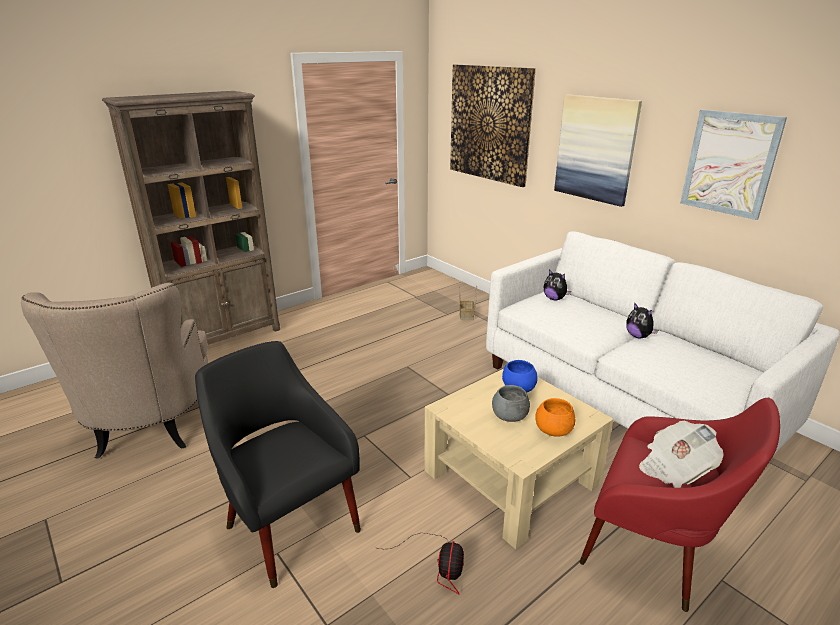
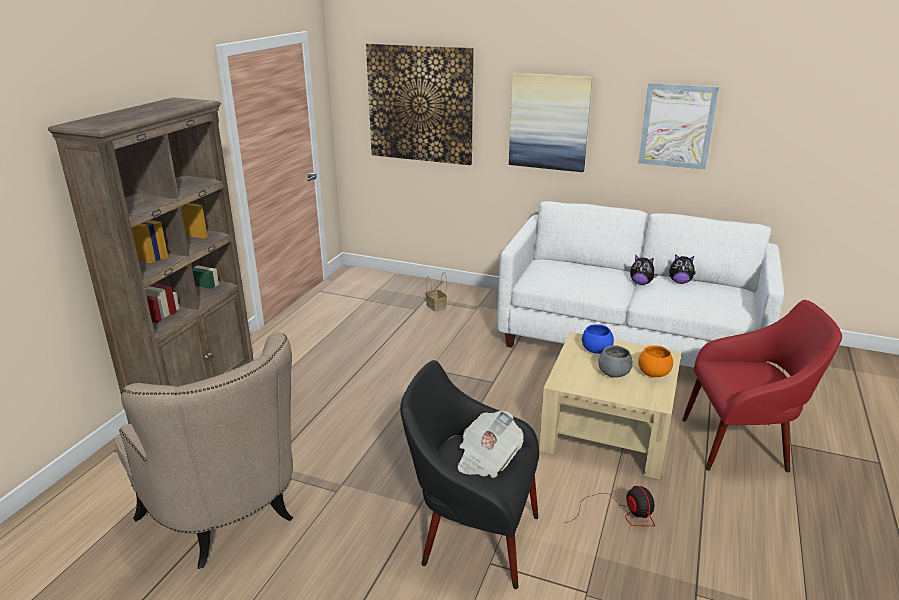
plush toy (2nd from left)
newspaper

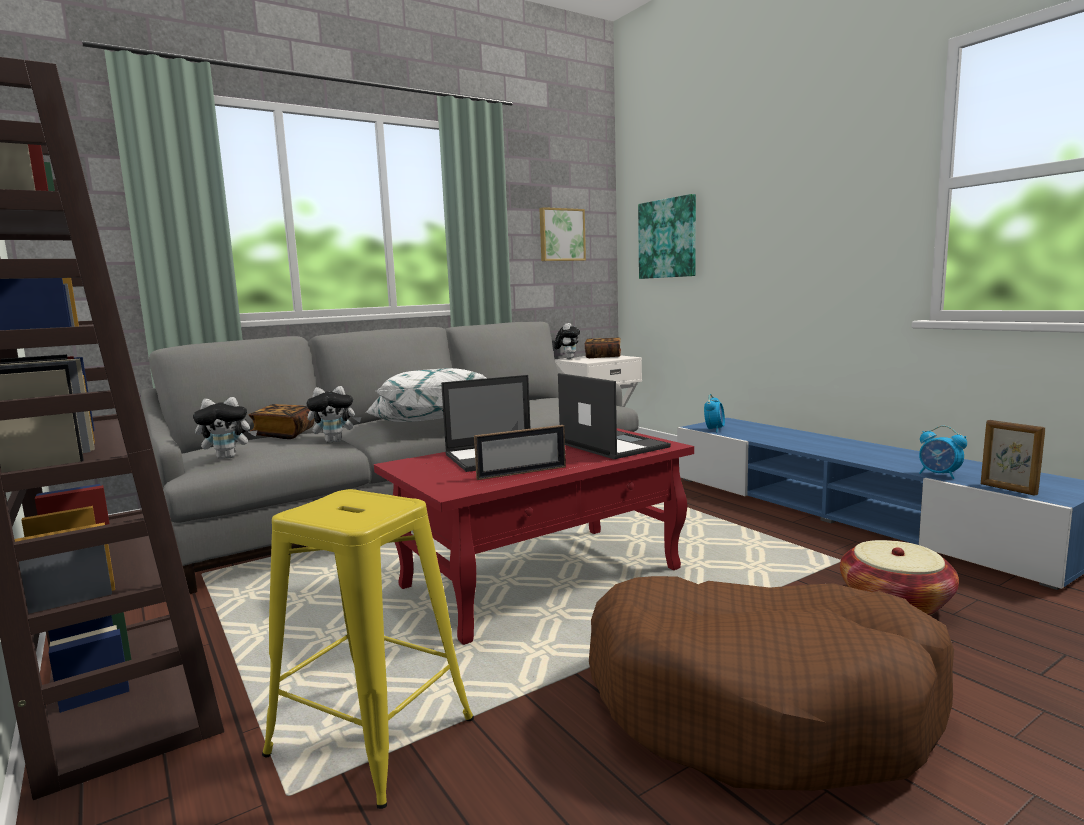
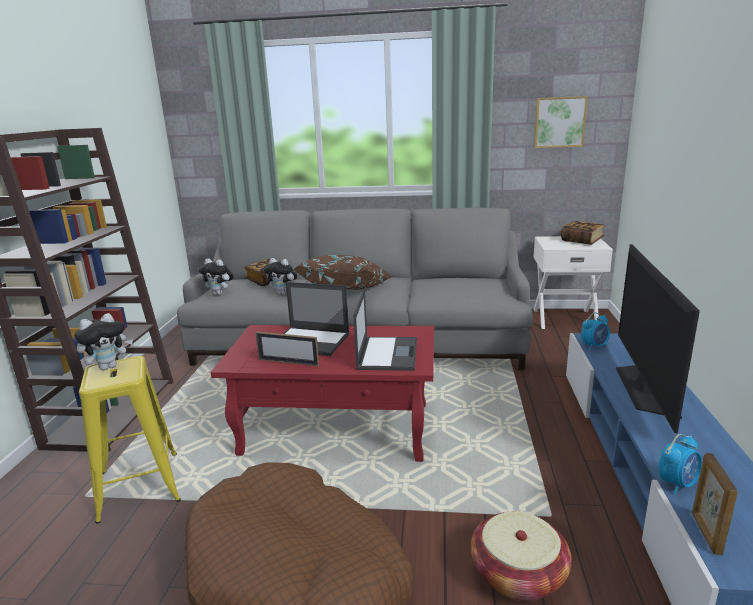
brown-coloured cushion
plush toy (1st from left)
wall picture (2nd from left in the first image)
alarm clock (2nd from left)
television

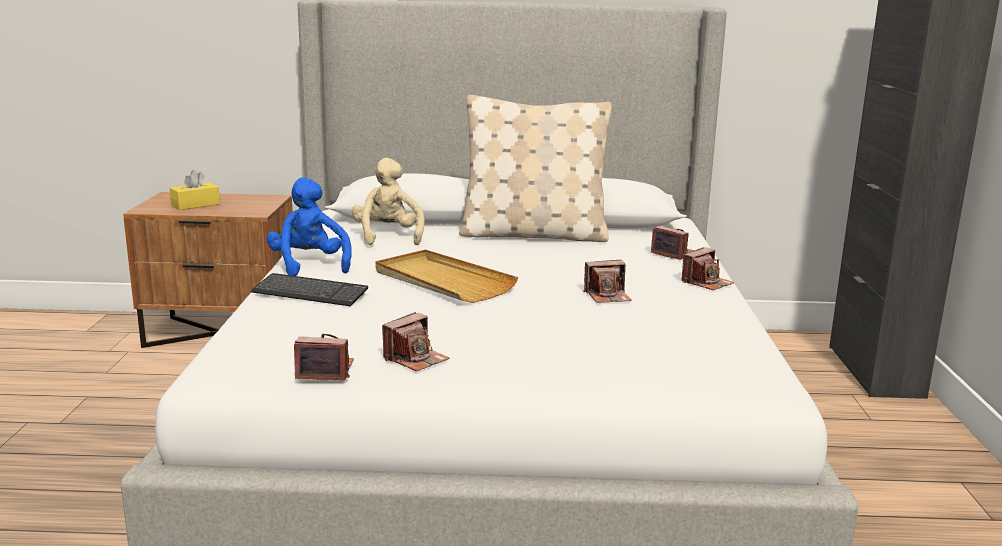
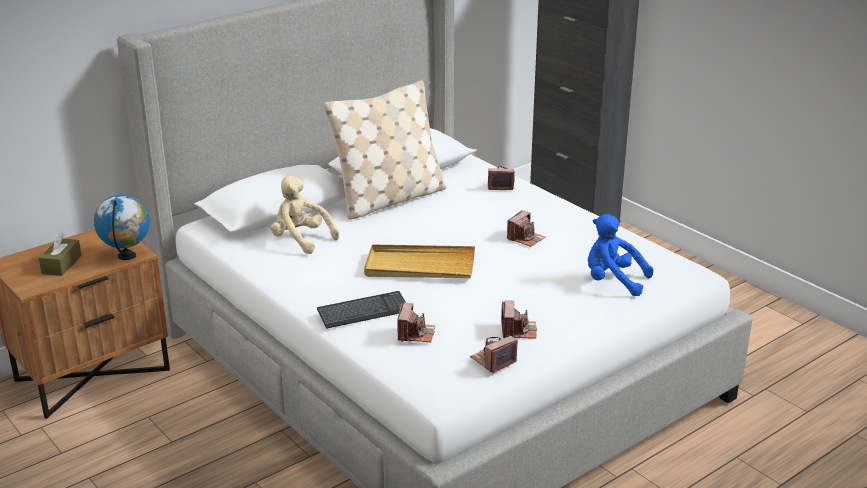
brown-coloured tissue box
blue-coloured plush toy
still camera (1st from left)
globe

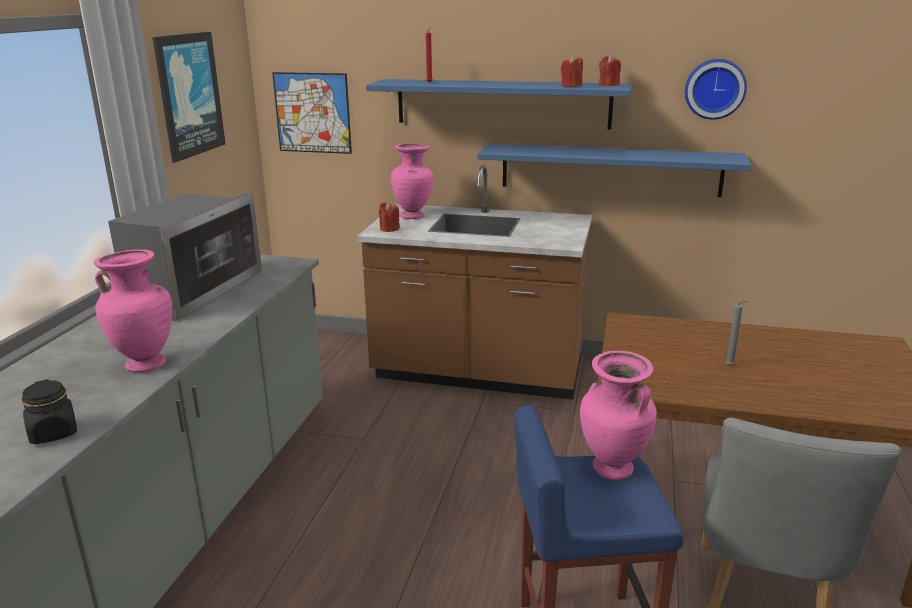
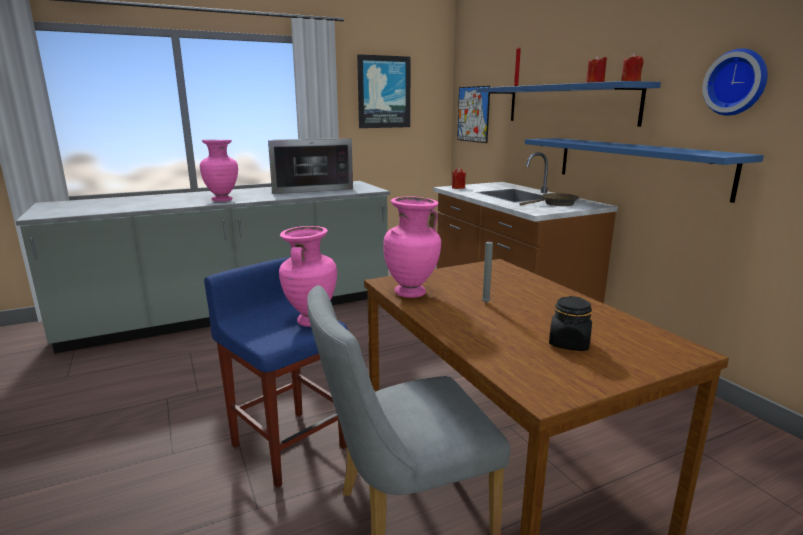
black-coloured preserve jar
pink flower vase (3rd from left)
brown-coloured frying pan

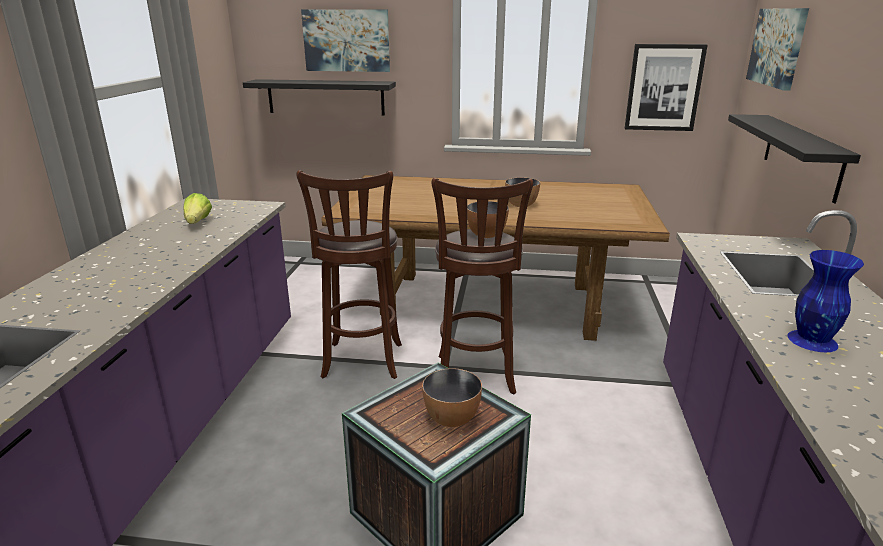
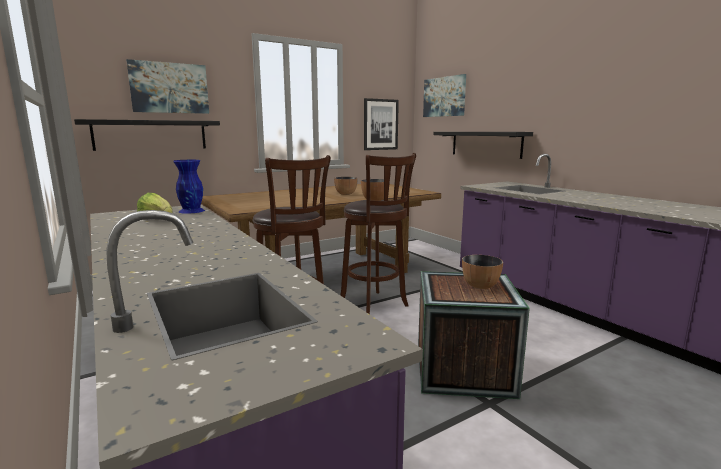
blue-coloured flower vase

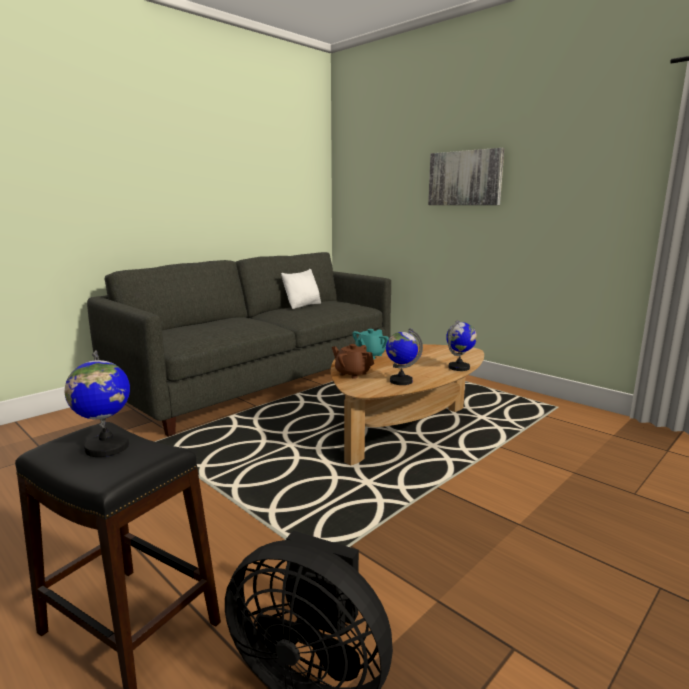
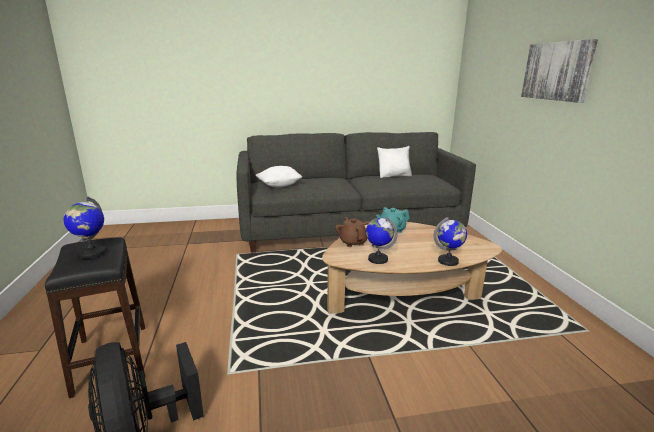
white-coloured cushion (1st from left)

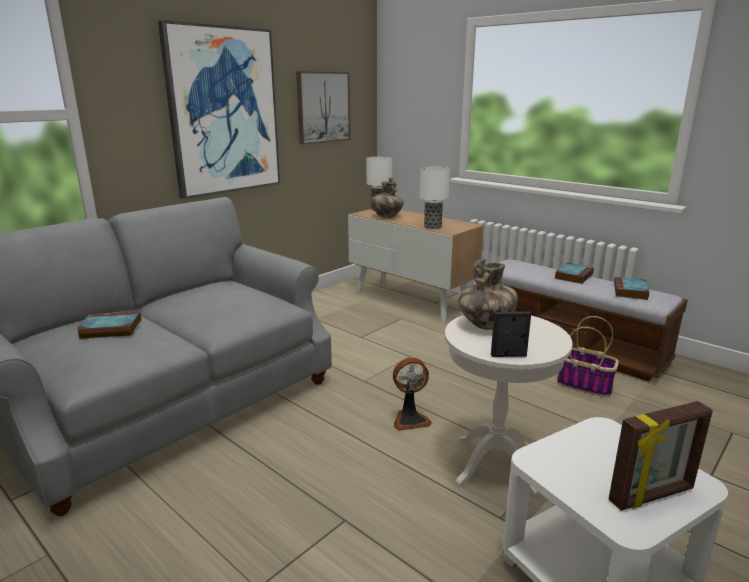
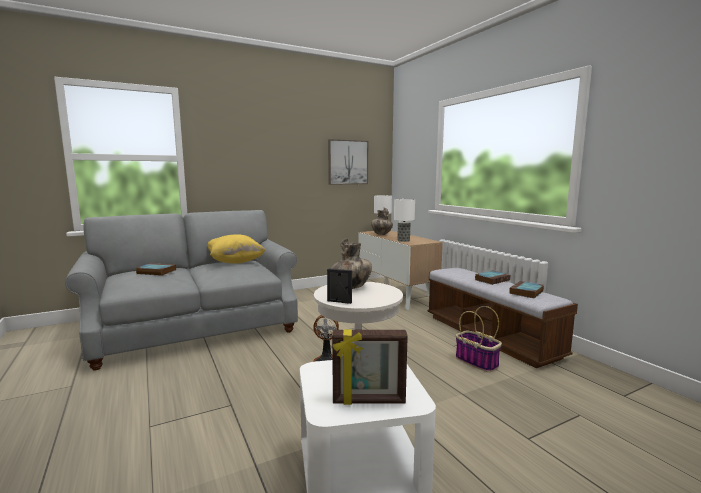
wall picture (1st from left in the first image)
yellow-coloured cushion

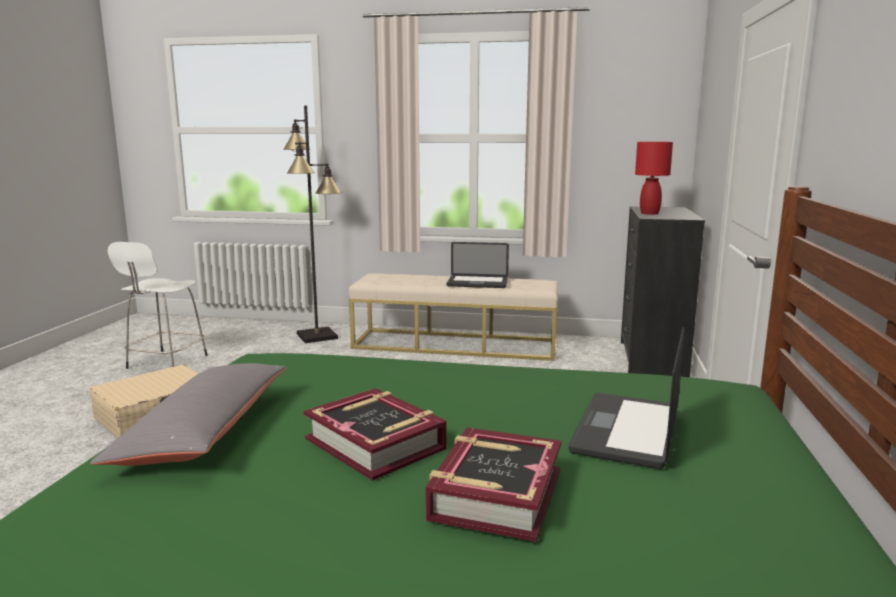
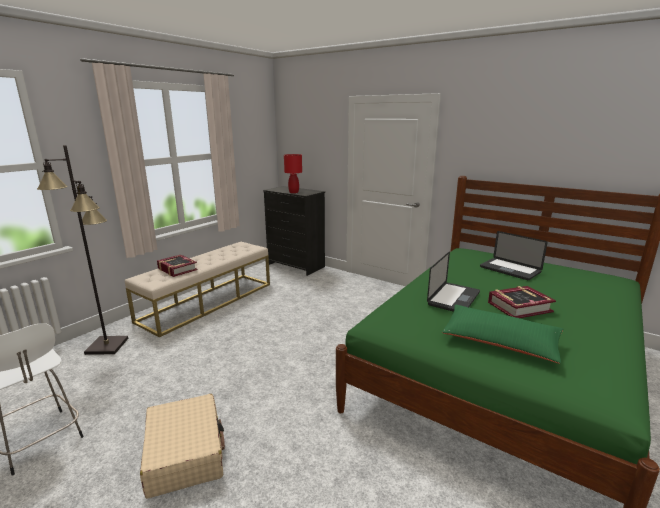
green-coloured cushion
volume (1st from left)
notebook computer (1st from left)

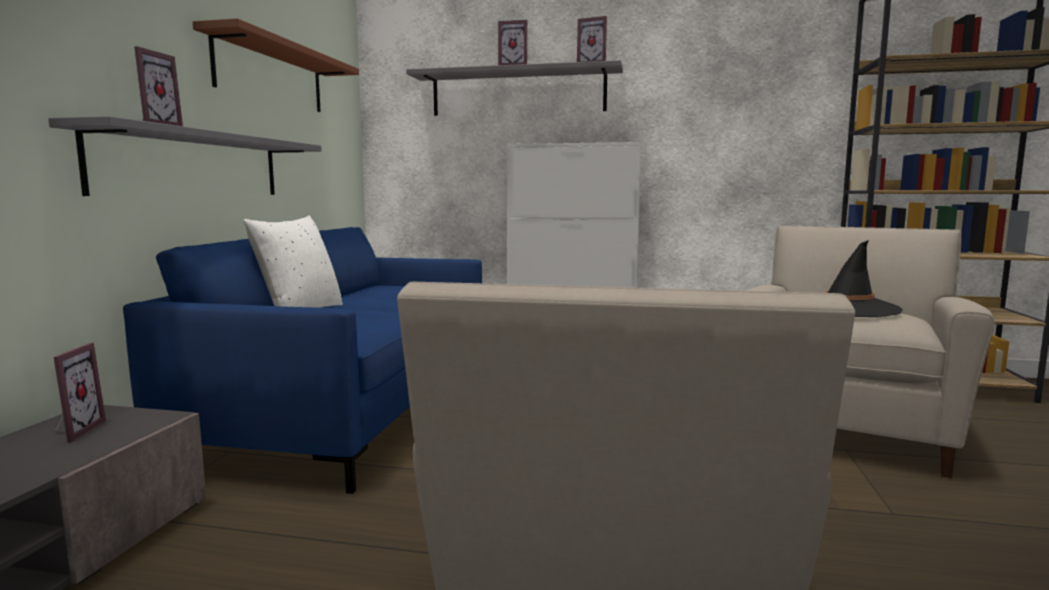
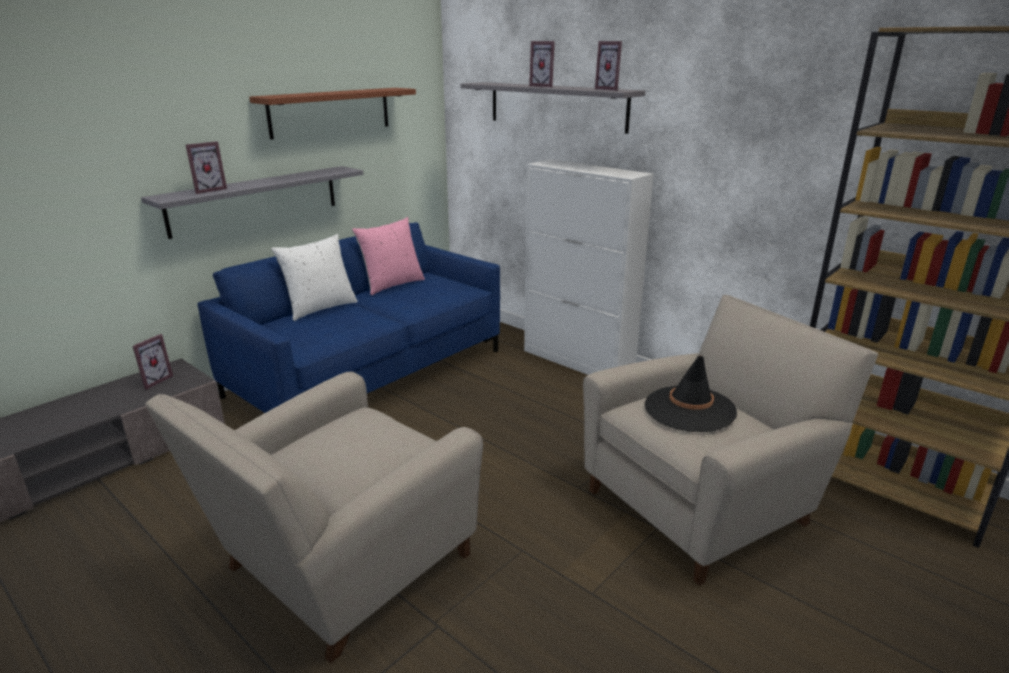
pink cushion

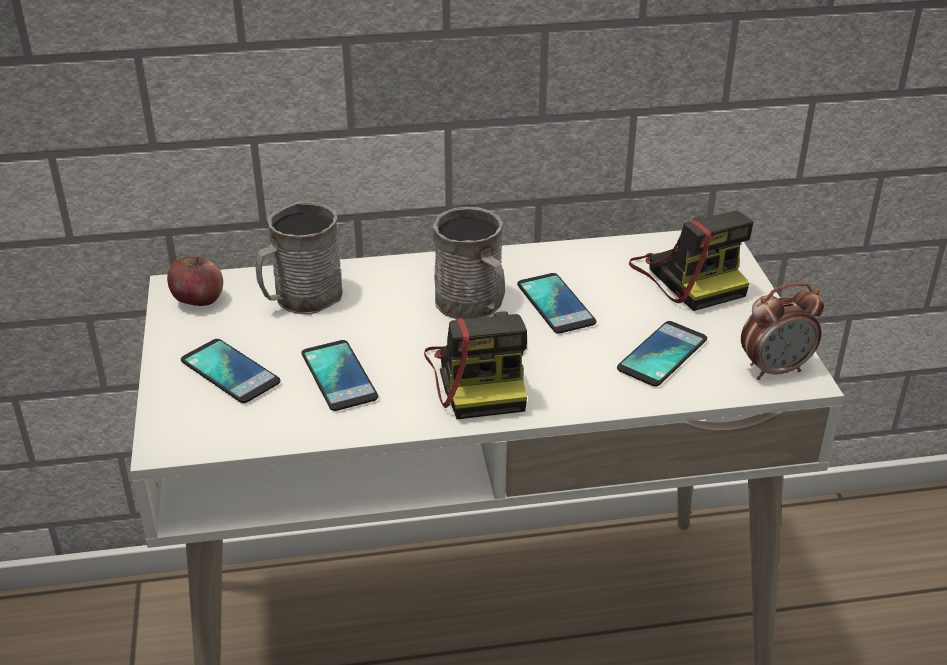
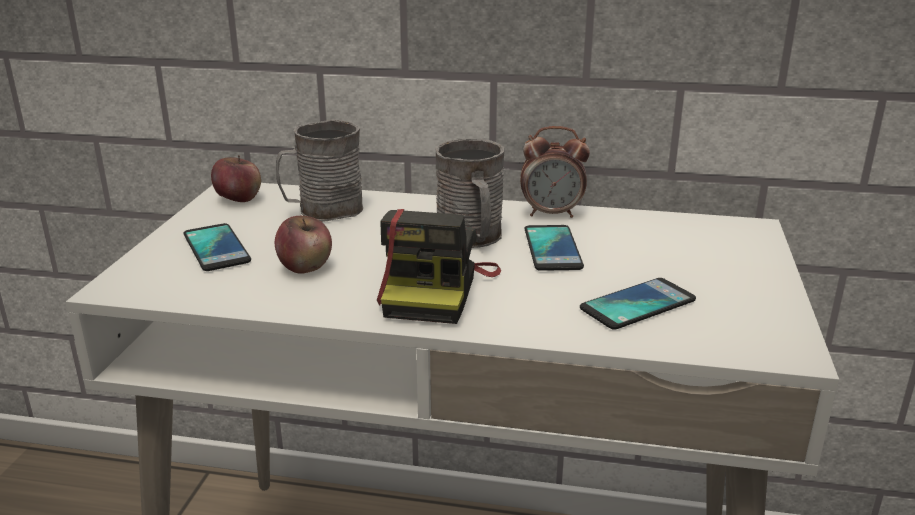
apple (2nd from left)
still camera (2nd from left in the first image)
alarm clock

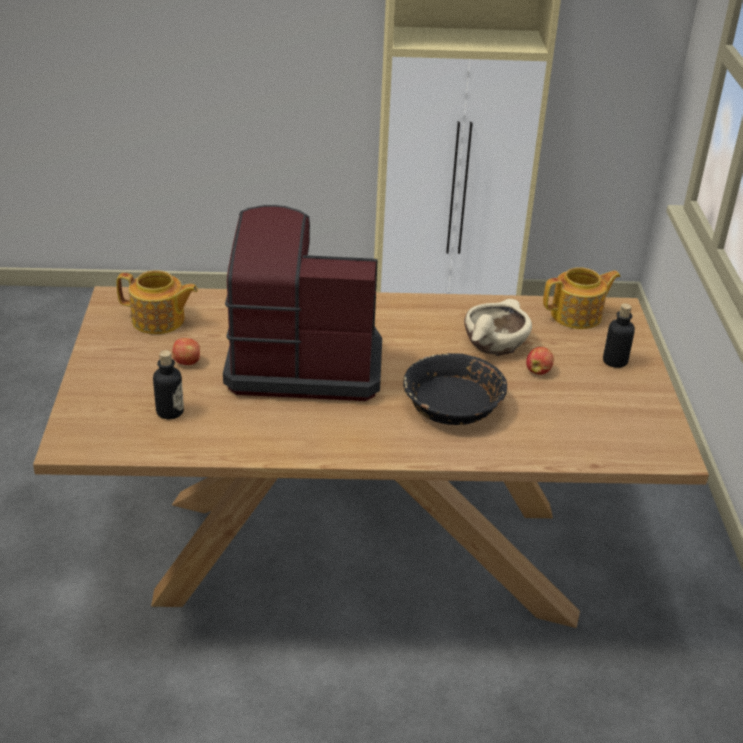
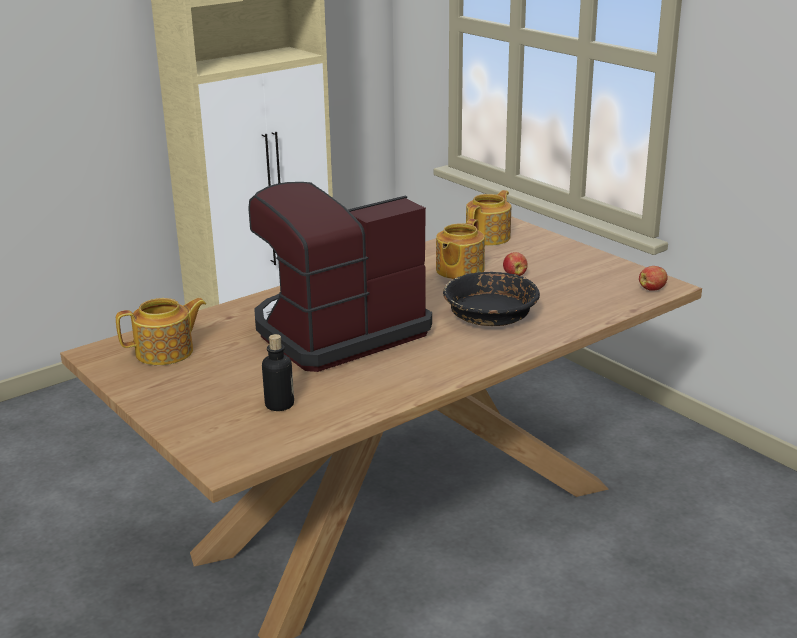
apple (2nd from left)
tea pot (2nd from left)
drink bottle (2nd from left in the first image)

